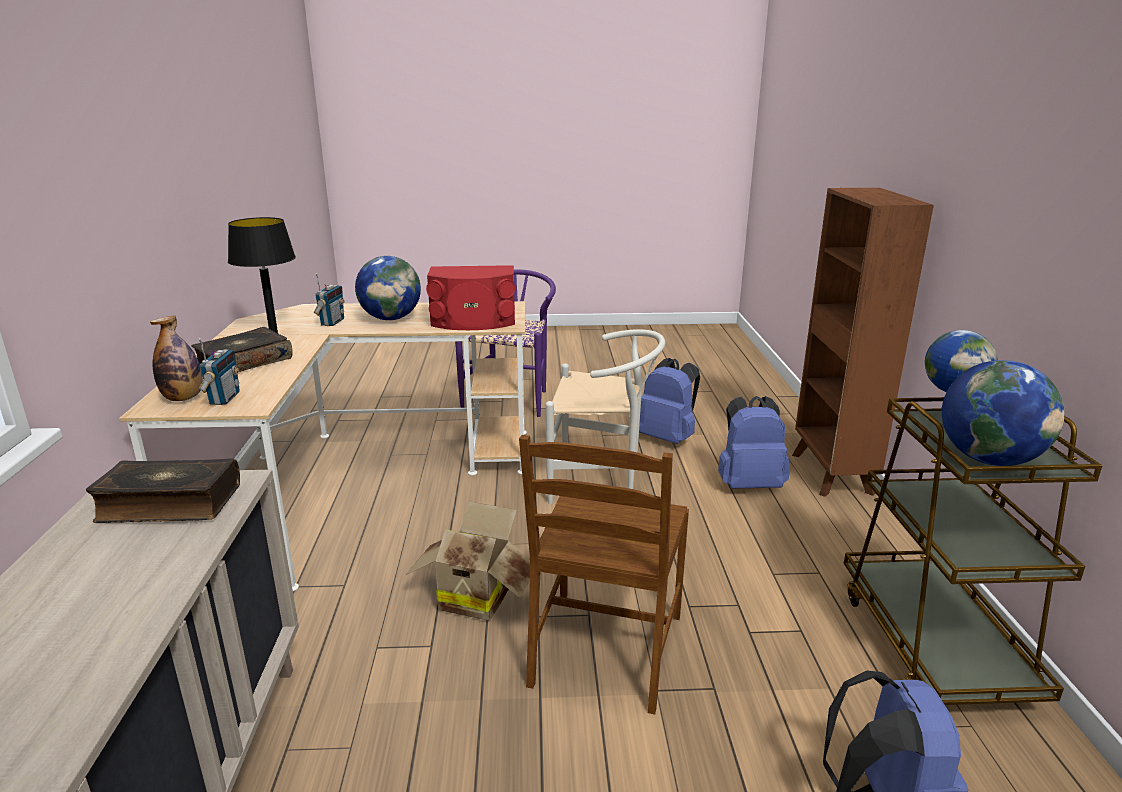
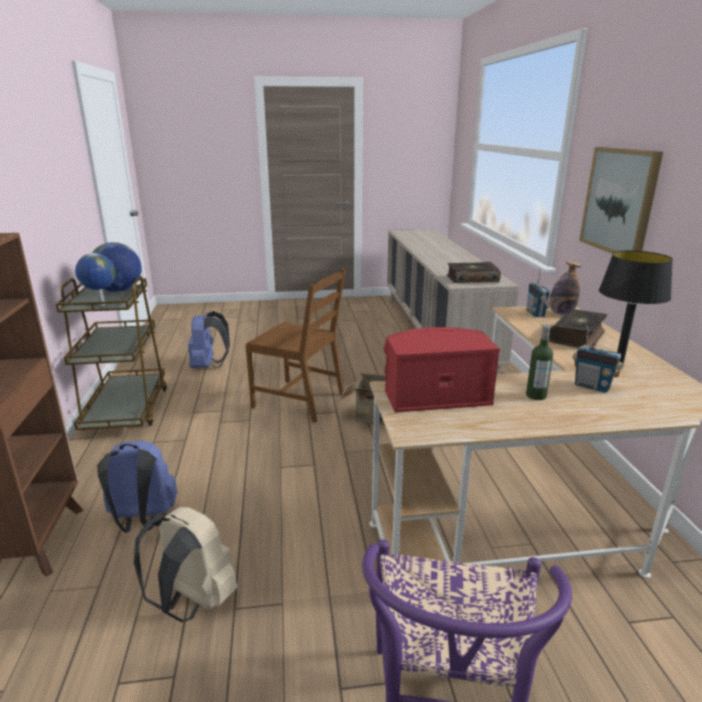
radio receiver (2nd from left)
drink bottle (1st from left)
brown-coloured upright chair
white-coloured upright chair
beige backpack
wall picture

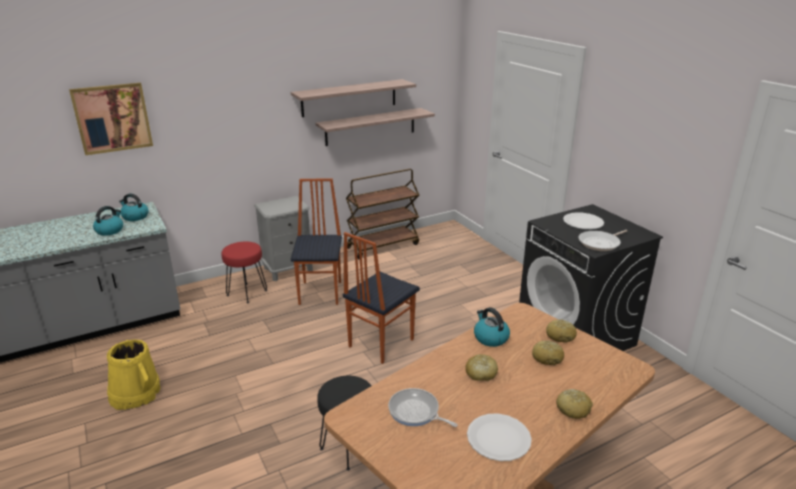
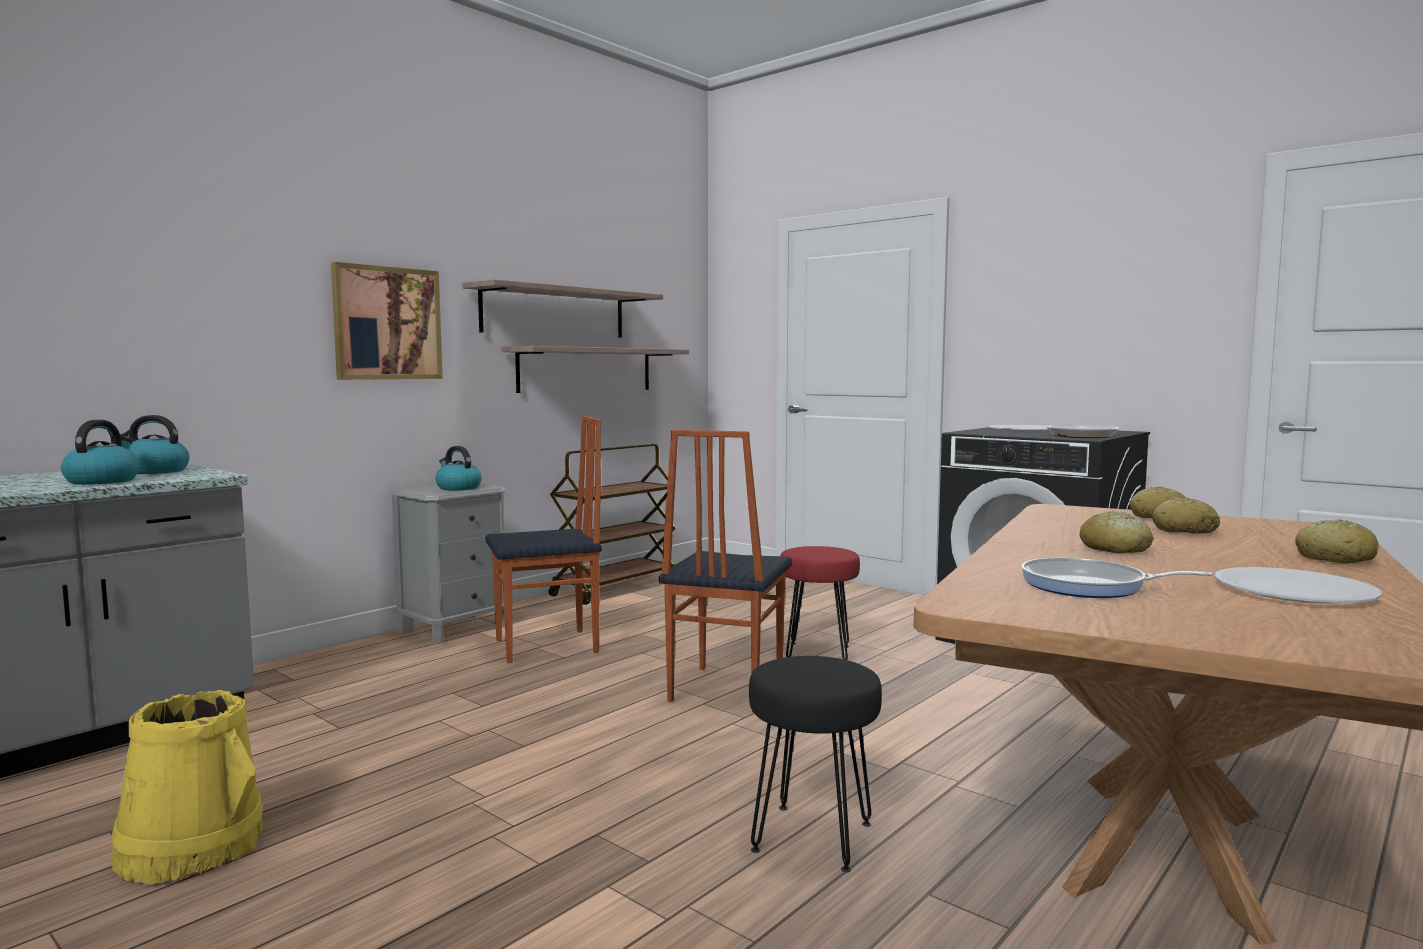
wall picture
reddish sitting stool
upright chair (1st from left)
water kettle (3rd from left)

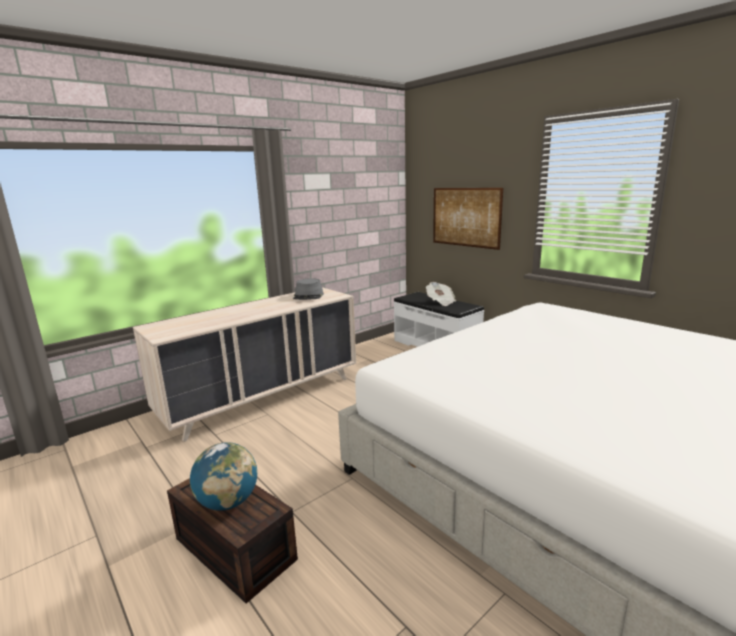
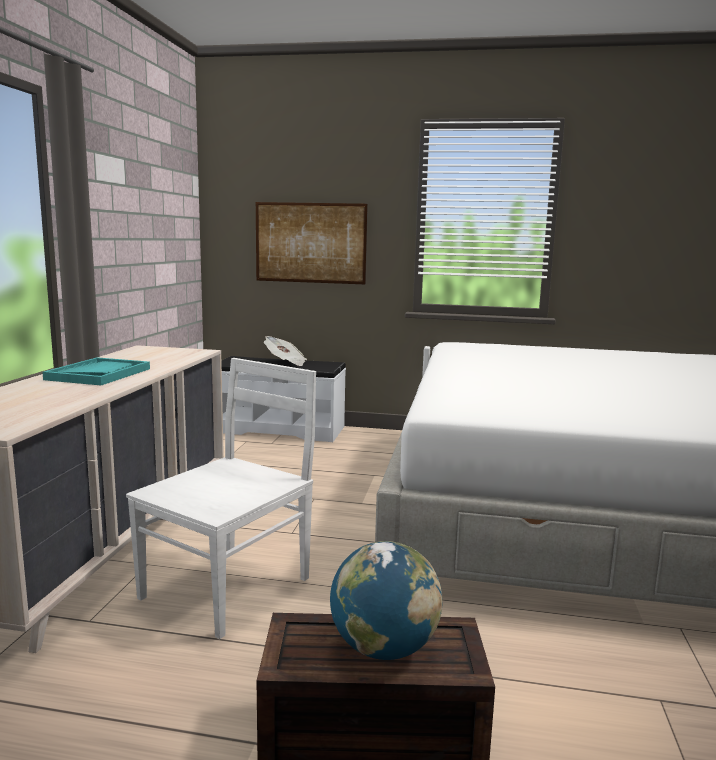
grey clothing hat
turquoise serving tray
white-coloured upright chair

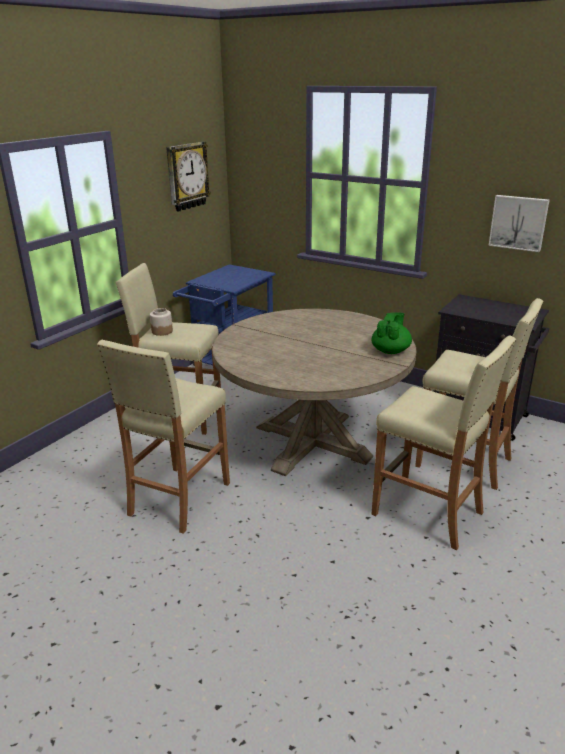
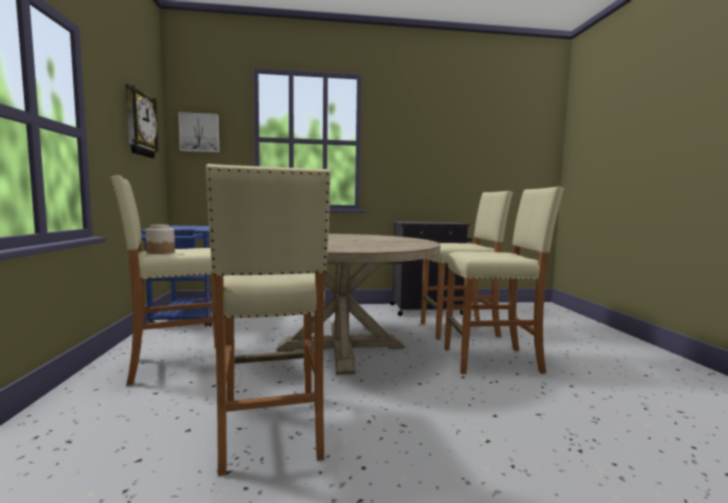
green-coloured tea pot
wall picture

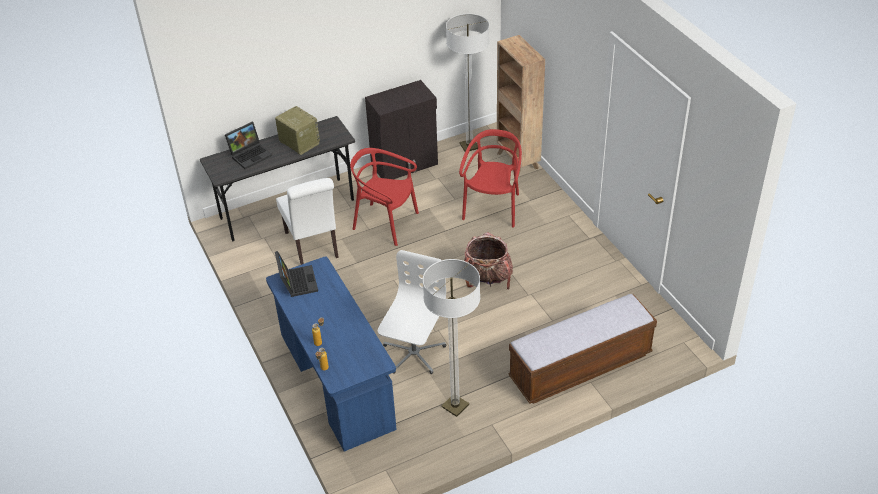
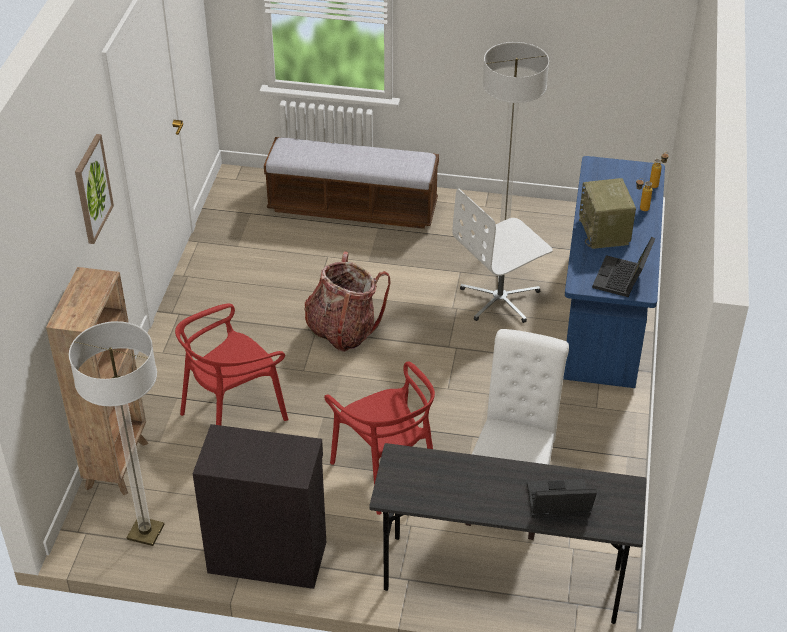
radio receiver
wall picture

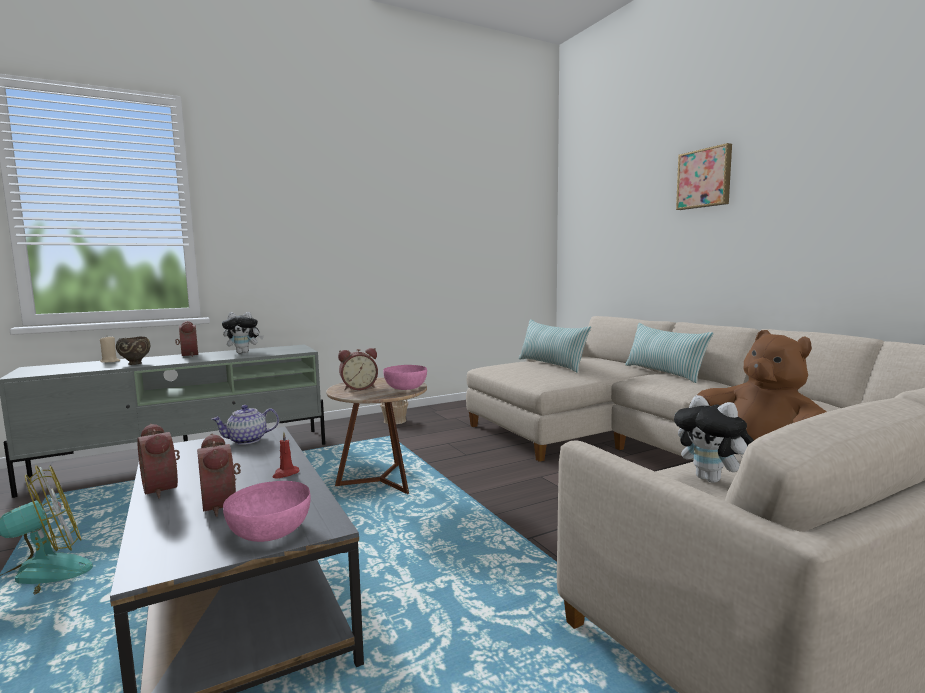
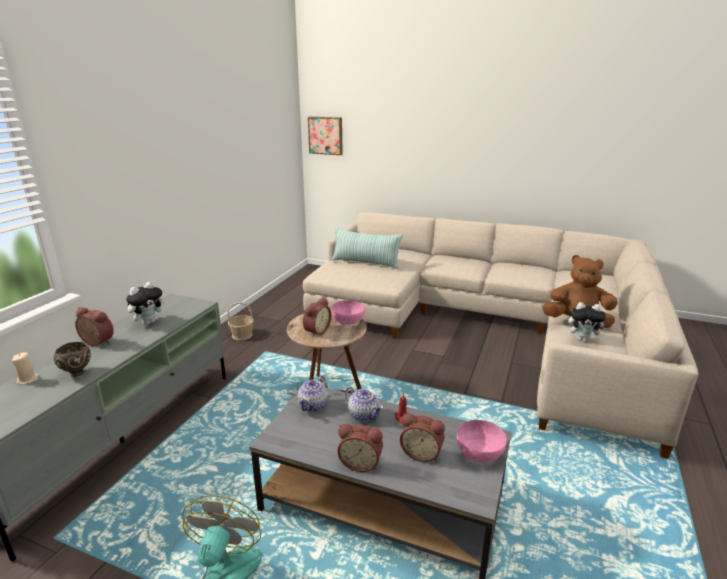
cushion (2nd from left in the first image)
wall picture
tea pot (2nd from left)

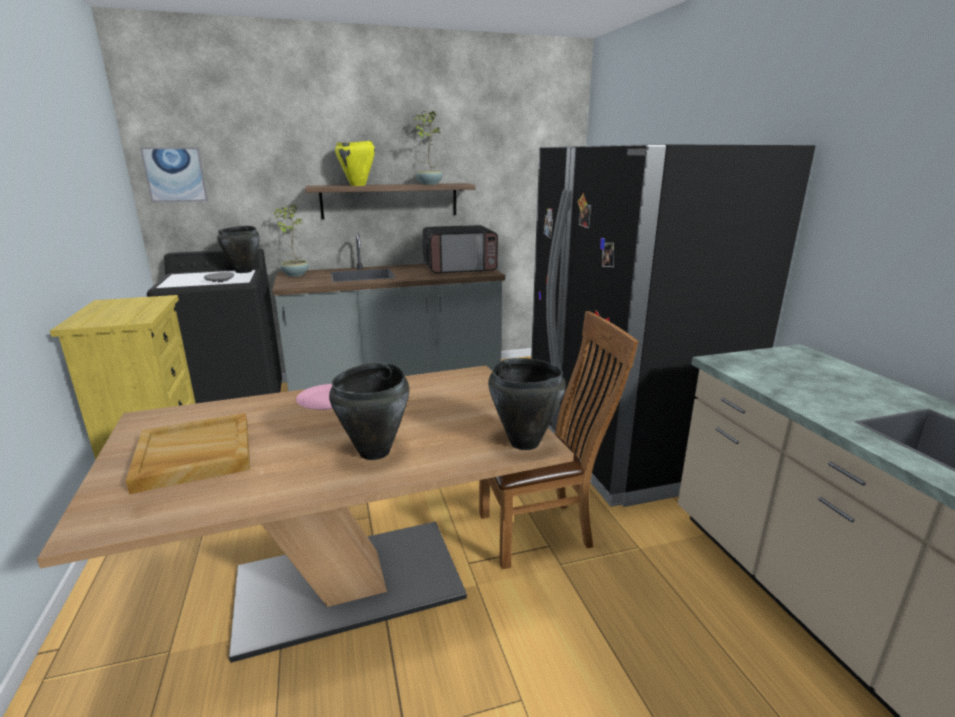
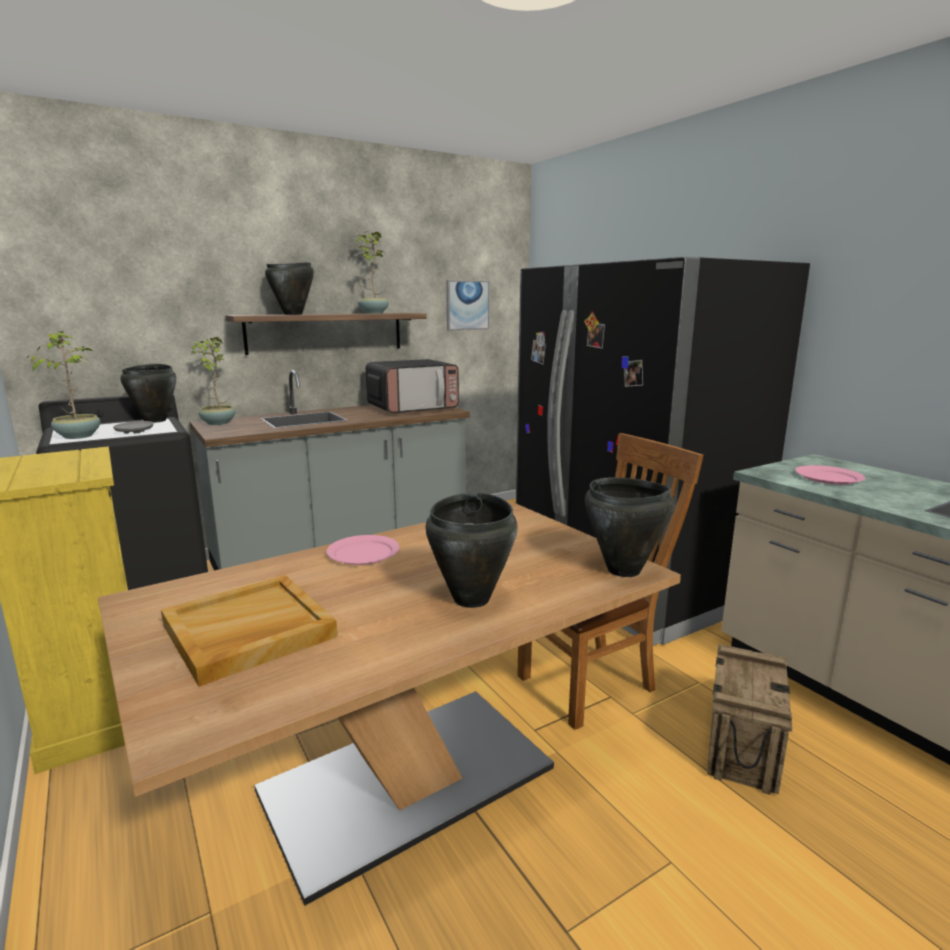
wall picture
black-coloured stockpot (2nd from left)
plant in a pot (1st from left)
packing crate
pink flat dish (2nd from left)

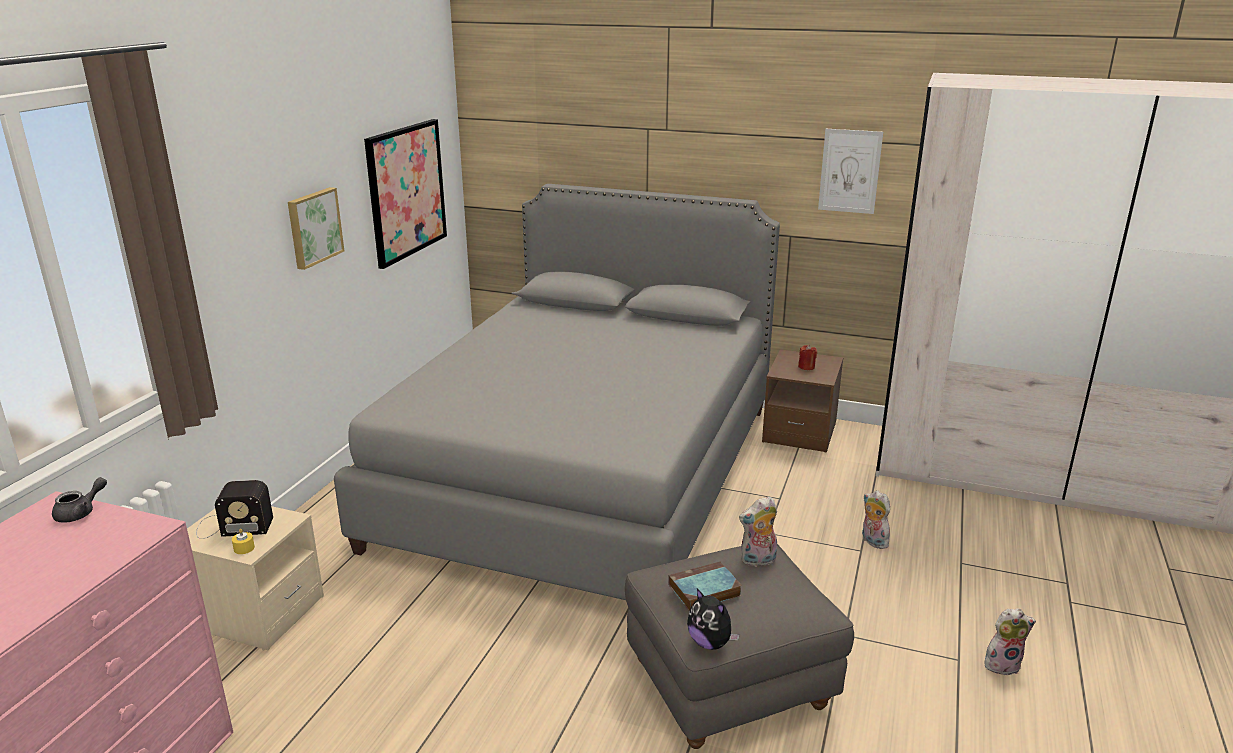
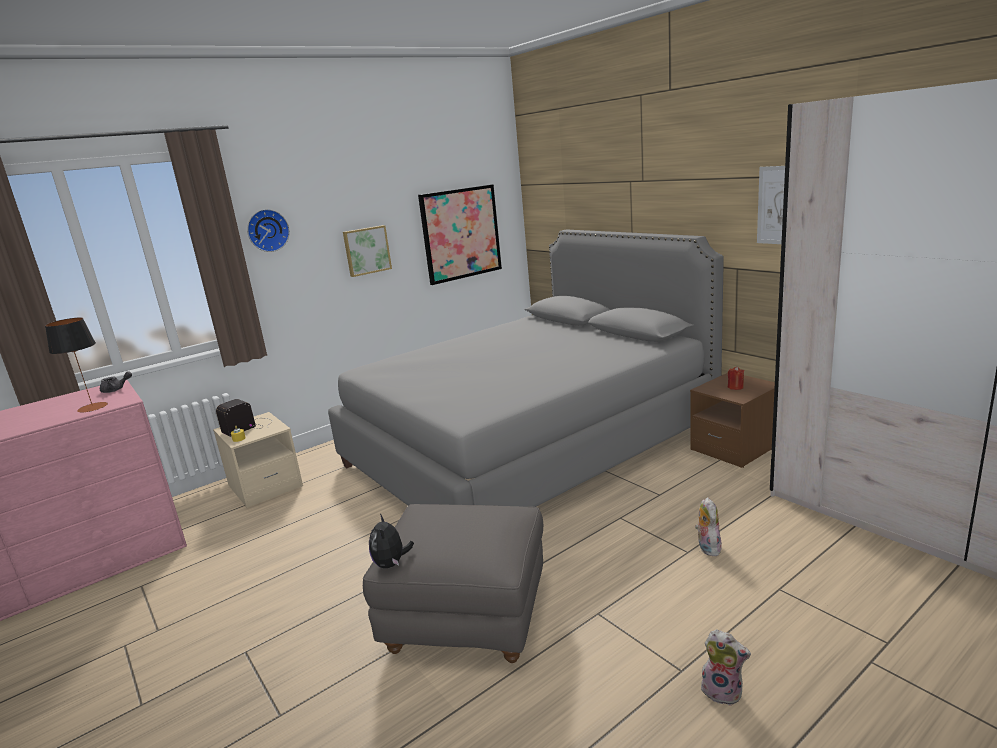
radio receiver
volume
plush toy (2nd from left in the first image)
table lamp
clock on the wall

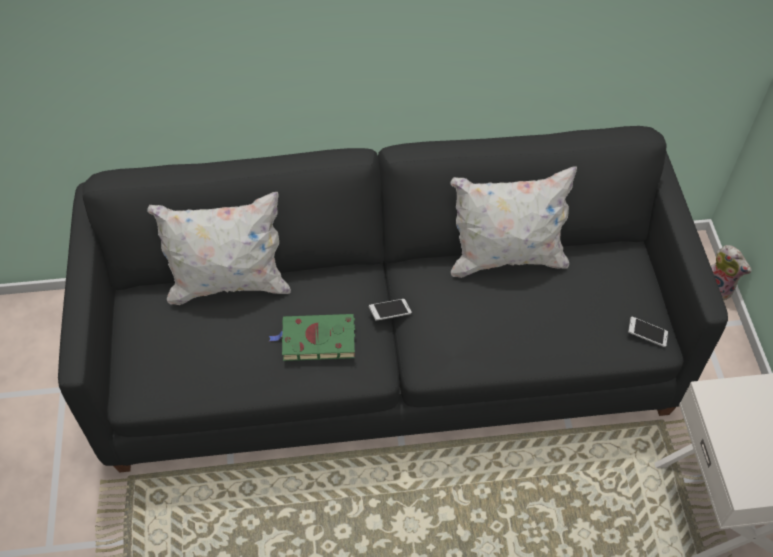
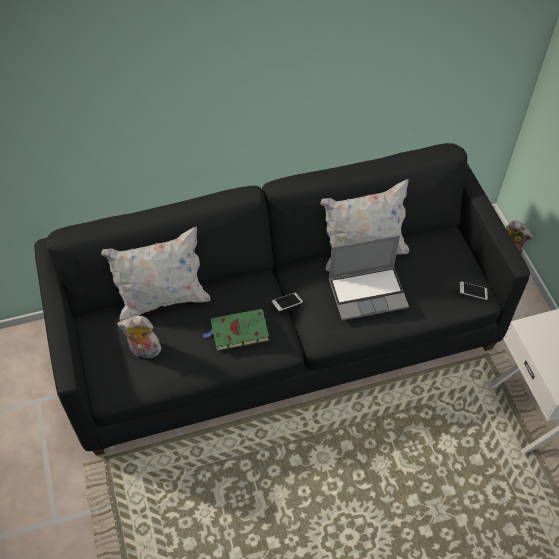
plush toy (1st from left)
notebook computer

